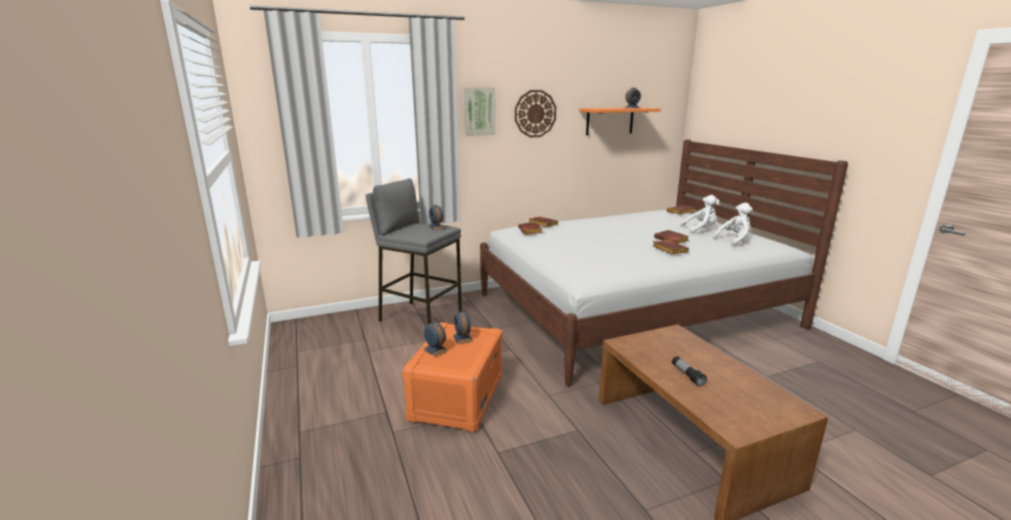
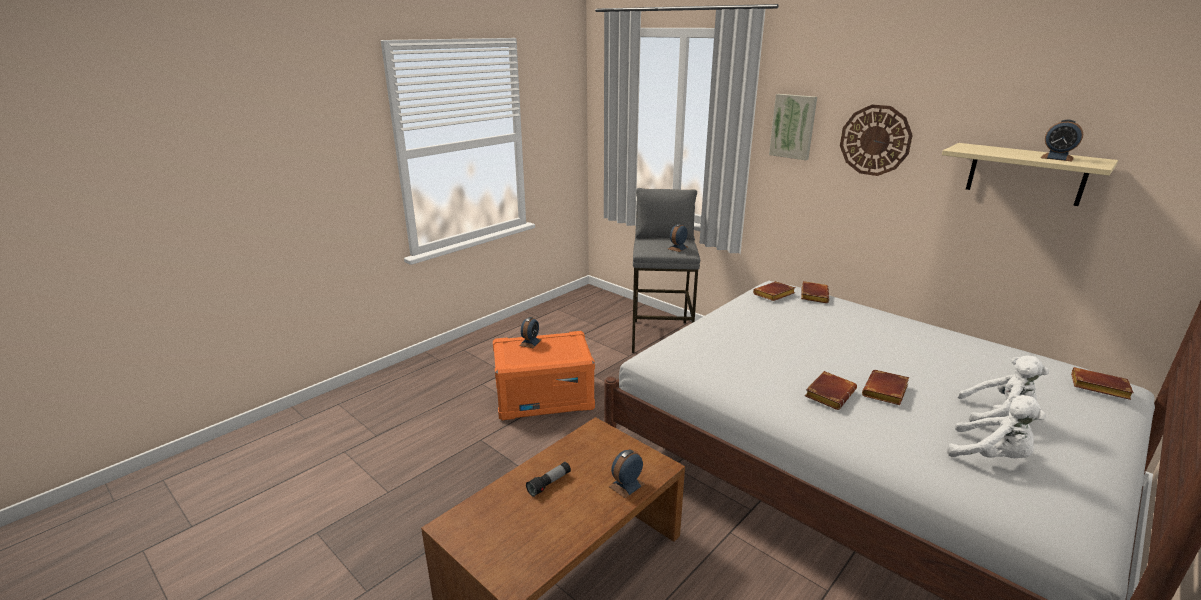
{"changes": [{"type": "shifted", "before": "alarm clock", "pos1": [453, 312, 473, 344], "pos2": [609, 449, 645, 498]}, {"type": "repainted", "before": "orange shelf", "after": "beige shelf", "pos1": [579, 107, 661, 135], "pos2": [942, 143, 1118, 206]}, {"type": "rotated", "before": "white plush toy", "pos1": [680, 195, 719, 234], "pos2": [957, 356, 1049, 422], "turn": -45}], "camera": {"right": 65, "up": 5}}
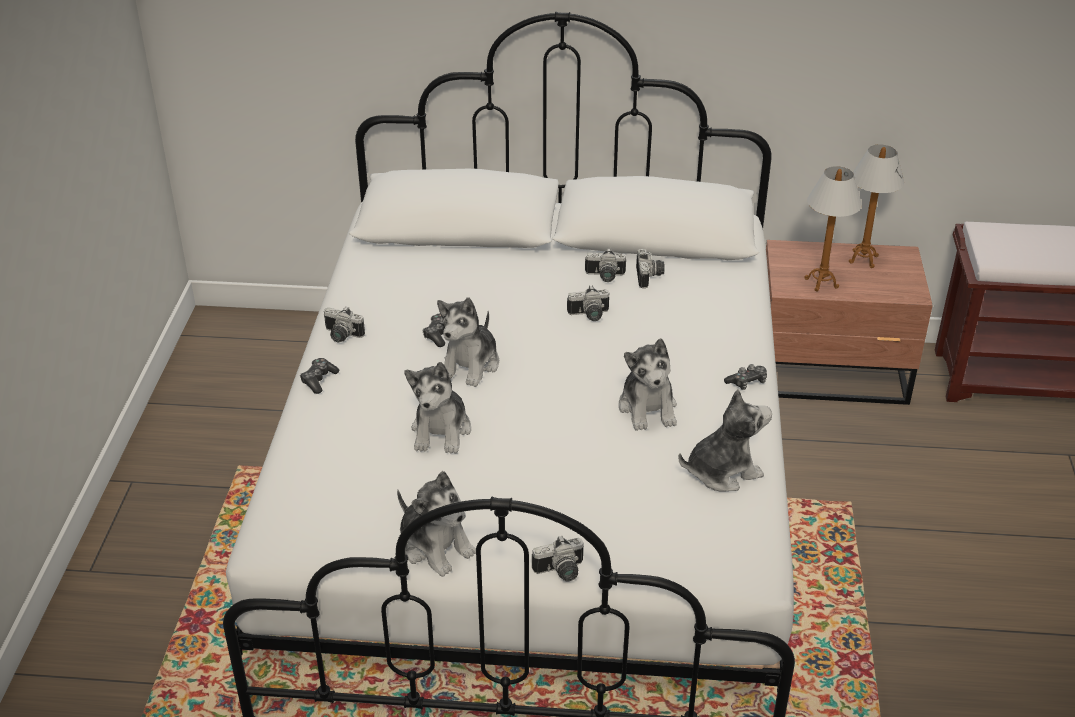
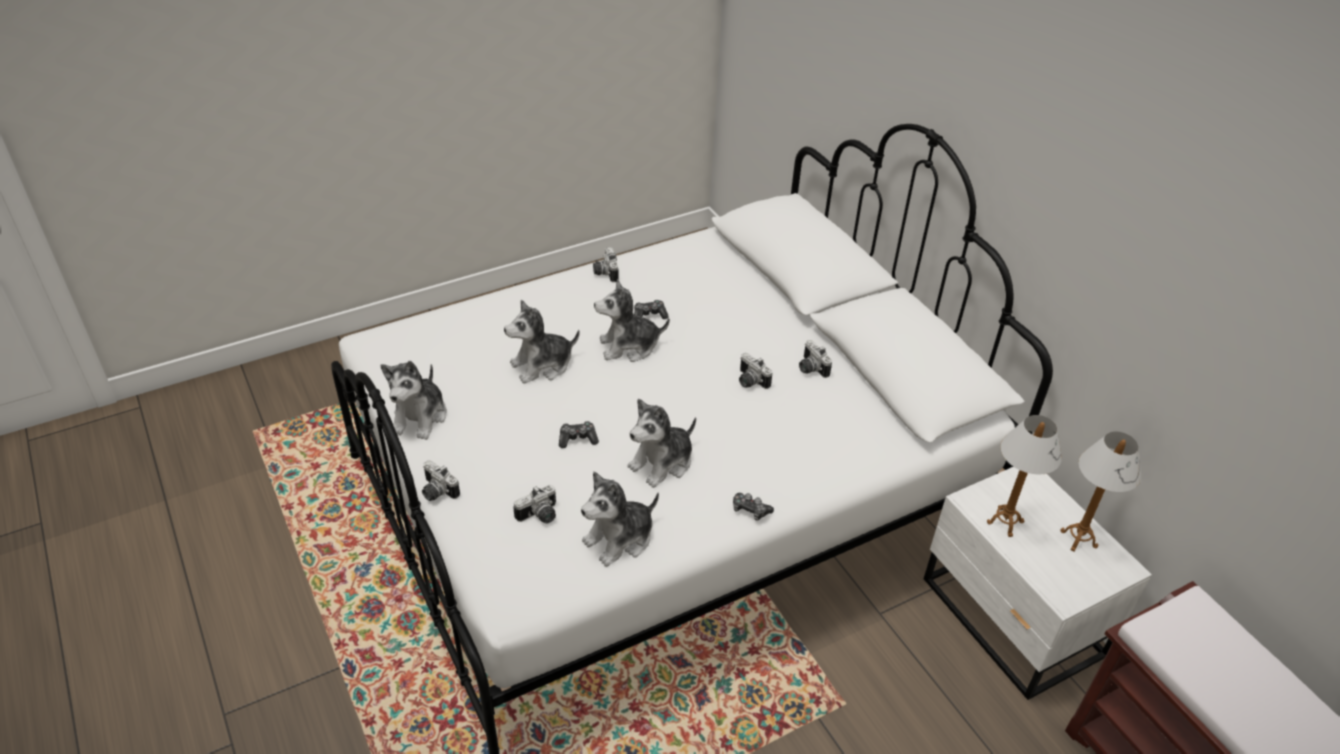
{"changes": [{"type": "shifted", "before": "game controller", "pos1": [300, 358, 339, 394], "pos2": [559, 421, 599, 448]}, {"type": "shifted", "before": "photo camera", "pos1": [636, 249, 665, 288], "pos2": [513, 485, 556, 524]}, {"type": "rotated", "before": "plush toy", "pos1": [678, 389, 772, 491], "pos2": [581, 472, 659, 567], "turn": 105}, {"type": "repainted", "before": "brown nightstand", "after": "white nightstand", "pos1": [766, 240, 933, 405], "pos2": [924, 467, 1152, 700]}], "camera": {"right": 55, "up": 5}}
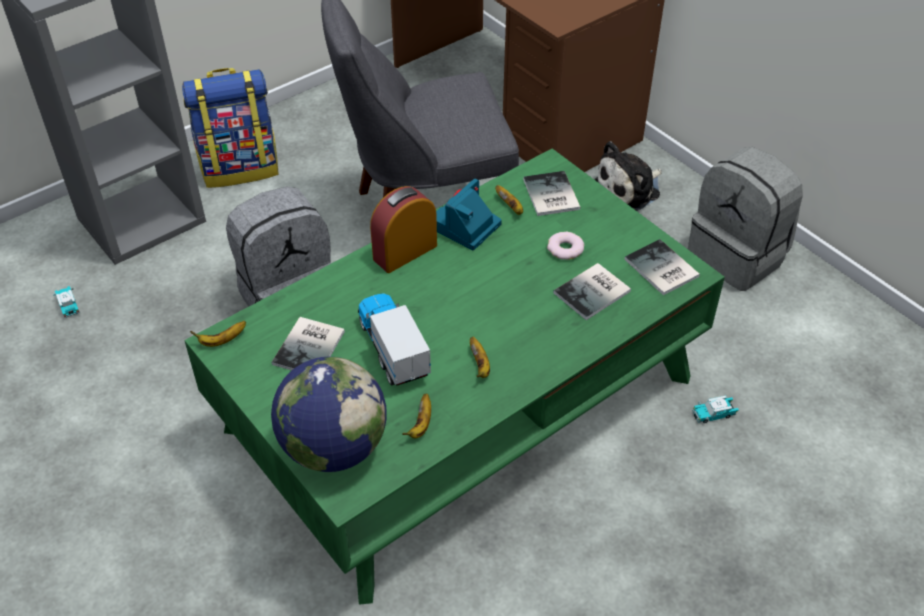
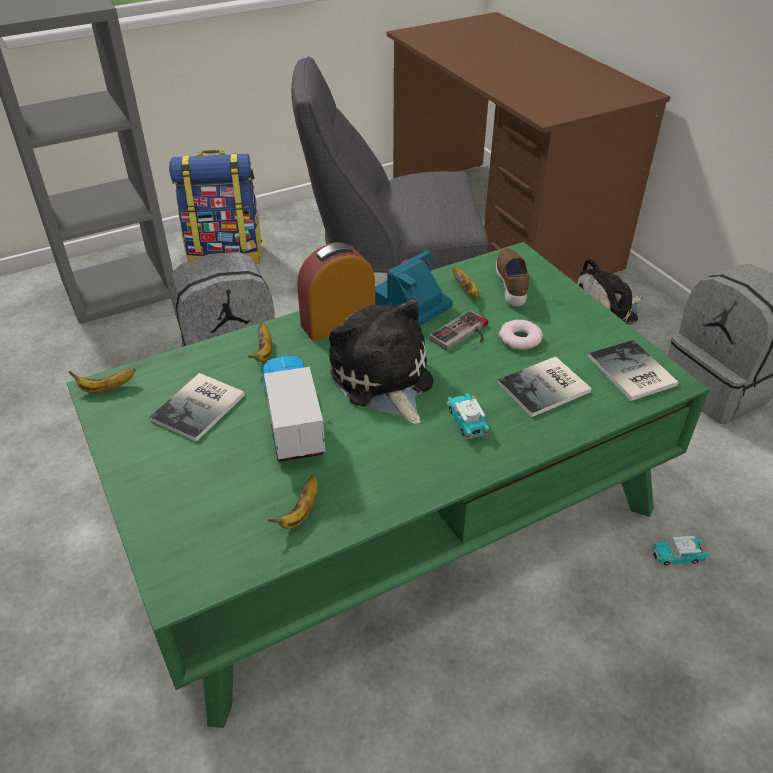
{"changes": [{"type": "shifted", "before": "toy car", "pos1": [53, 286, 80, 318], "pos2": [447, 393, 489, 440]}, {"type": "gone", "before": "globe", "pos1": [271, 357, 386, 472]}, {"type": "shifted", "before": "banana", "pos1": [470, 337, 490, 378], "pos2": [248, 322, 272, 362]}, {"type": "swapped", "before": "book", "after": "brown shoe", "pos1": [523, 171, 581, 216], "pos2": [496, 248, 529, 306]}, {"type": "new", "after": "plush toy", "pos2": [329, 298, 433, 424]}, {"type": "new", "after": "game controller", "pos2": [429, 310, 488, 351]}], "camera": {"right": 10, "up": -5}}
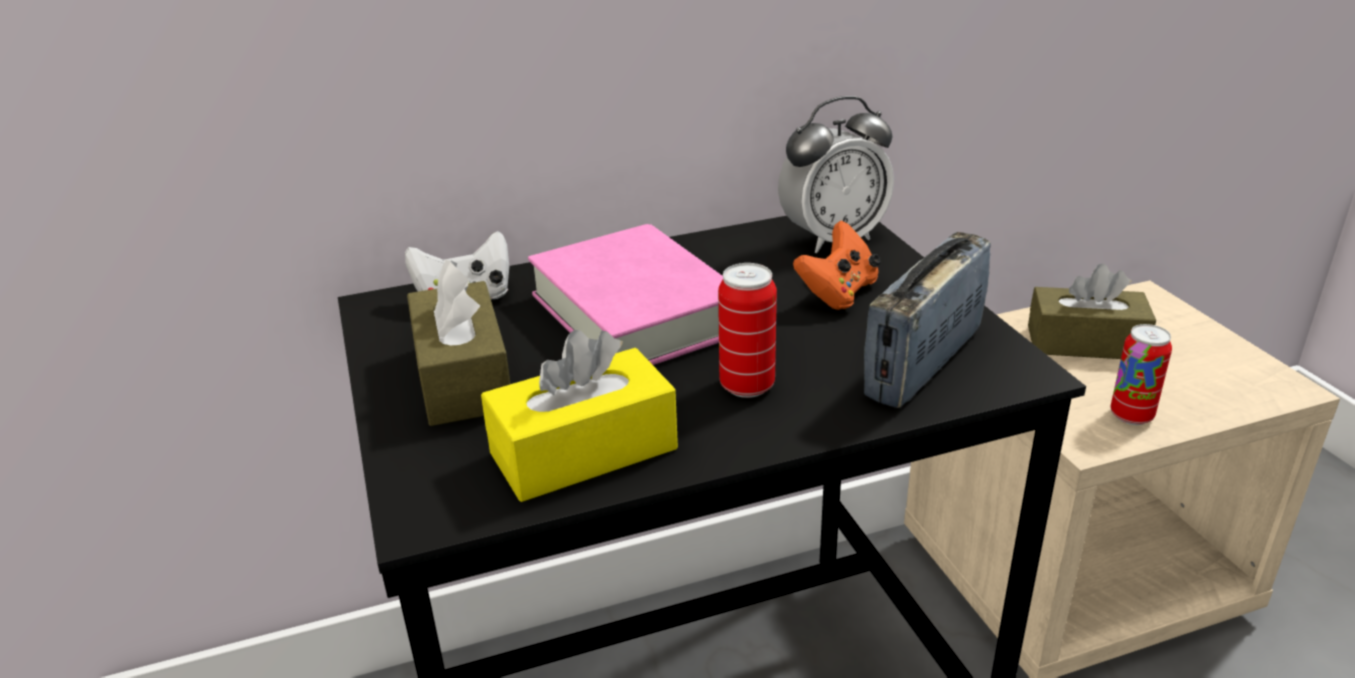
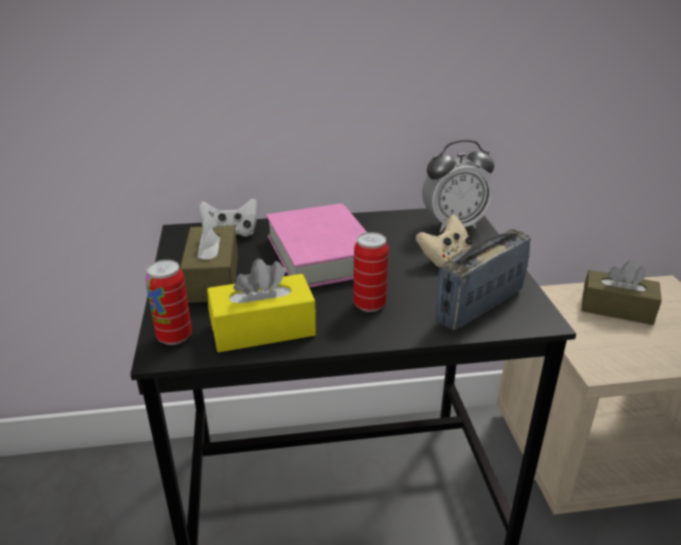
{"changes": [{"type": "repainted", "before": "orange game controller", "after": "beige game controller", "pos1": [793, 221, 881, 310], "pos2": [416, 214, 473, 267]}, {"type": "shifted", "before": "can", "pos1": [1111, 324, 1172, 425], "pos2": [145, 260, 192, 345]}], "camera": {"right": 10, "up": 0}}
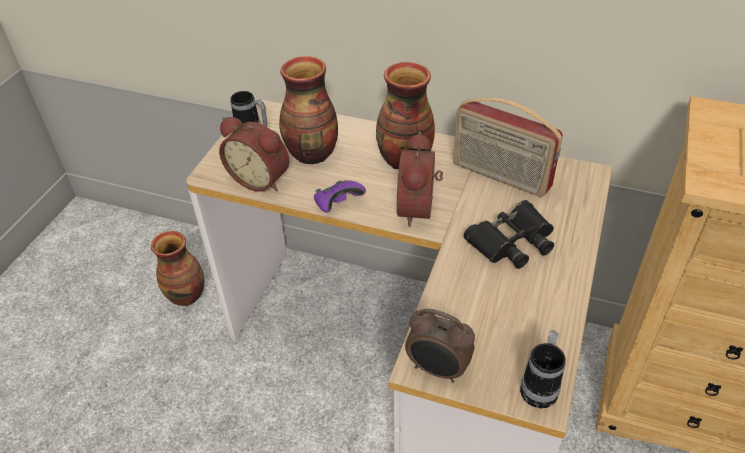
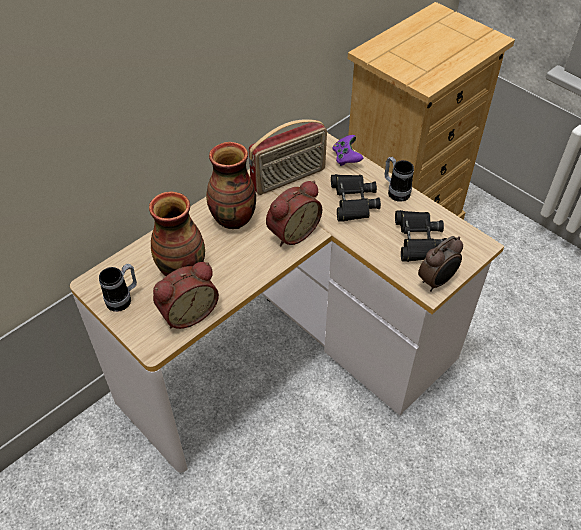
{"changes": [{"type": "gone", "before": "vase", "pos1": [151, 231, 205, 306]}, {"type": "shifted", "before": "purple game controller", "pos1": [314, 180, 366, 212], "pos2": [333, 135, 363, 166]}, {"type": "rotated", "before": "alarm clock", "pos1": [397, 132, 443, 227], "pos2": [266, 181, 322, 247], "turn": -75}, {"type": "shifted", "before": "mug", "pos1": [520, 330, 566, 408], "pos2": [385, 157, 414, 202]}, {"type": "new", "after": "black binoculars", "pos2": [395, 210, 447, 262]}], "camera": {"right": -65, "up": 5}}
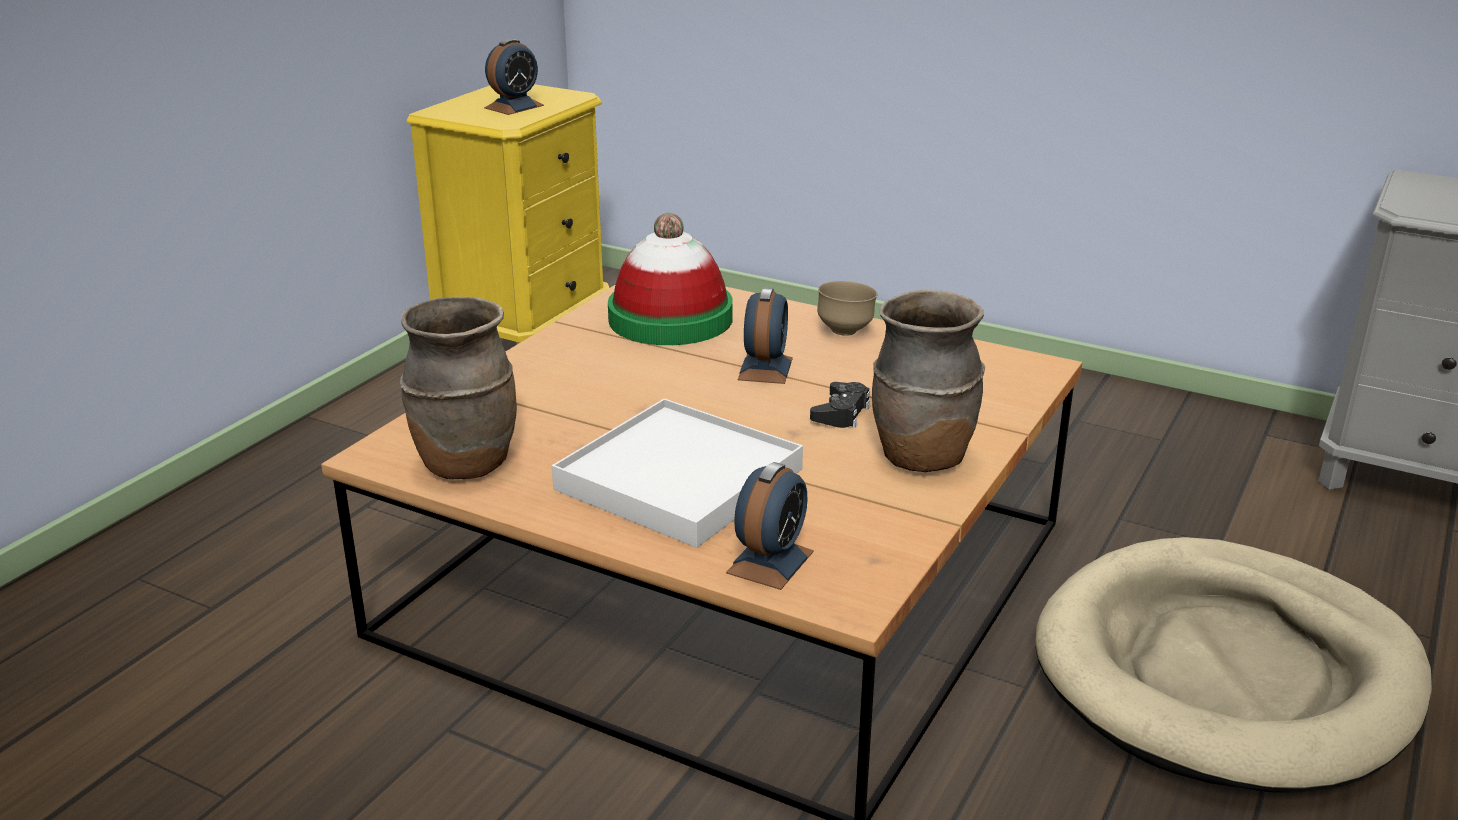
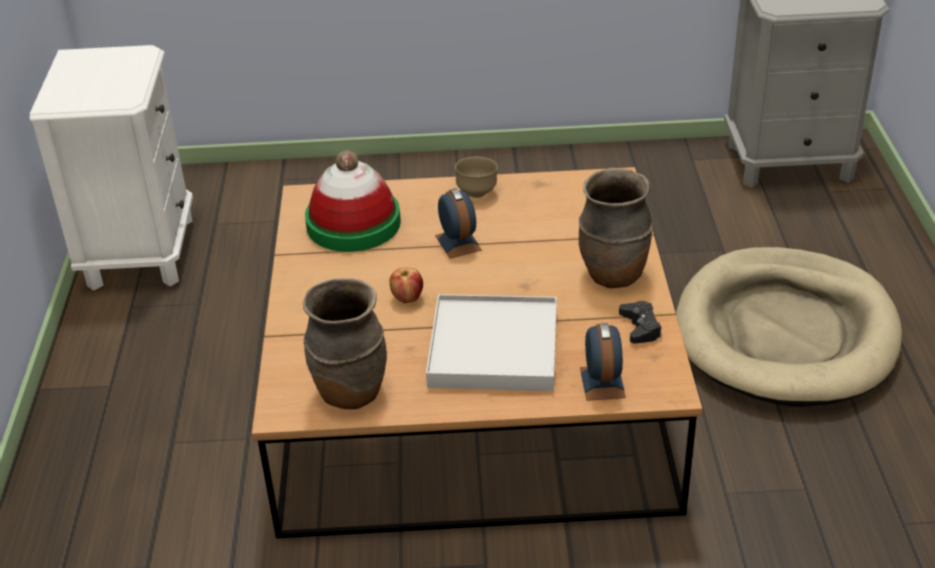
{"changes": [{"type": "repainted", "before": "yellow nightstand", "after": "white nightstand", "pos1": [407, 84, 609, 344], "pos2": [30, 45, 193, 291]}, {"type": "gone", "before": "alarm clock", "pos1": [484, 39, 544, 115]}, {"type": "shifted", "before": "black game controller", "pos1": [810, 382, 870, 428], "pos2": [619, 301, 662, 344]}, {"type": "new", "after": "apple", "pos2": [390, 268, 423, 304]}], "camera": {"right": -30, "up": 10}}
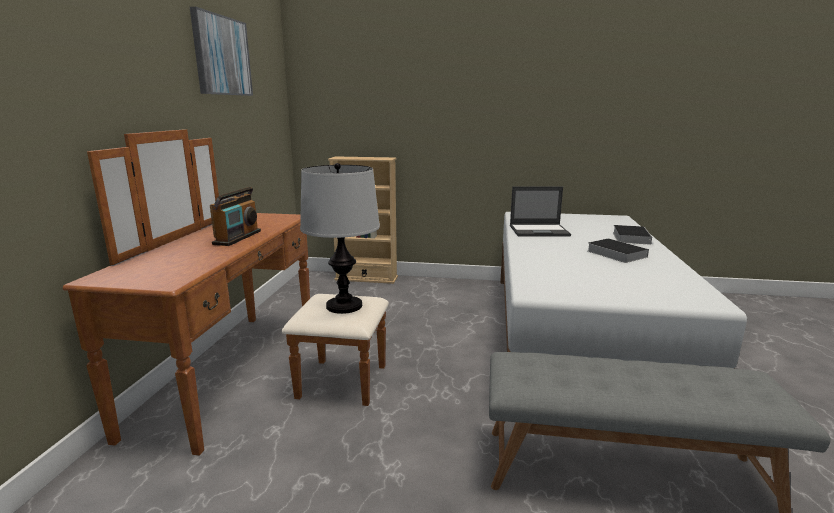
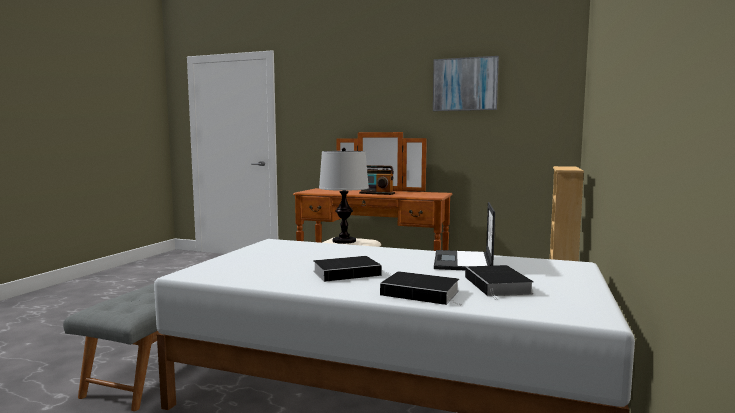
{"changes": [{"type": "new", "after": "book", "pos2": [465, 265, 534, 300]}], "camera": {"right": 100, "up": -10}}
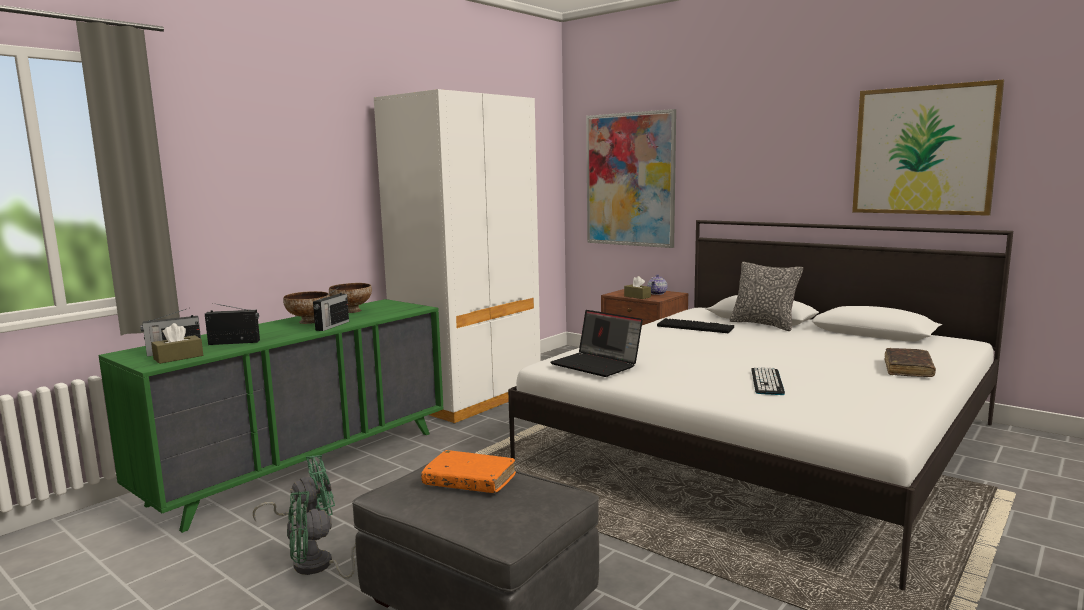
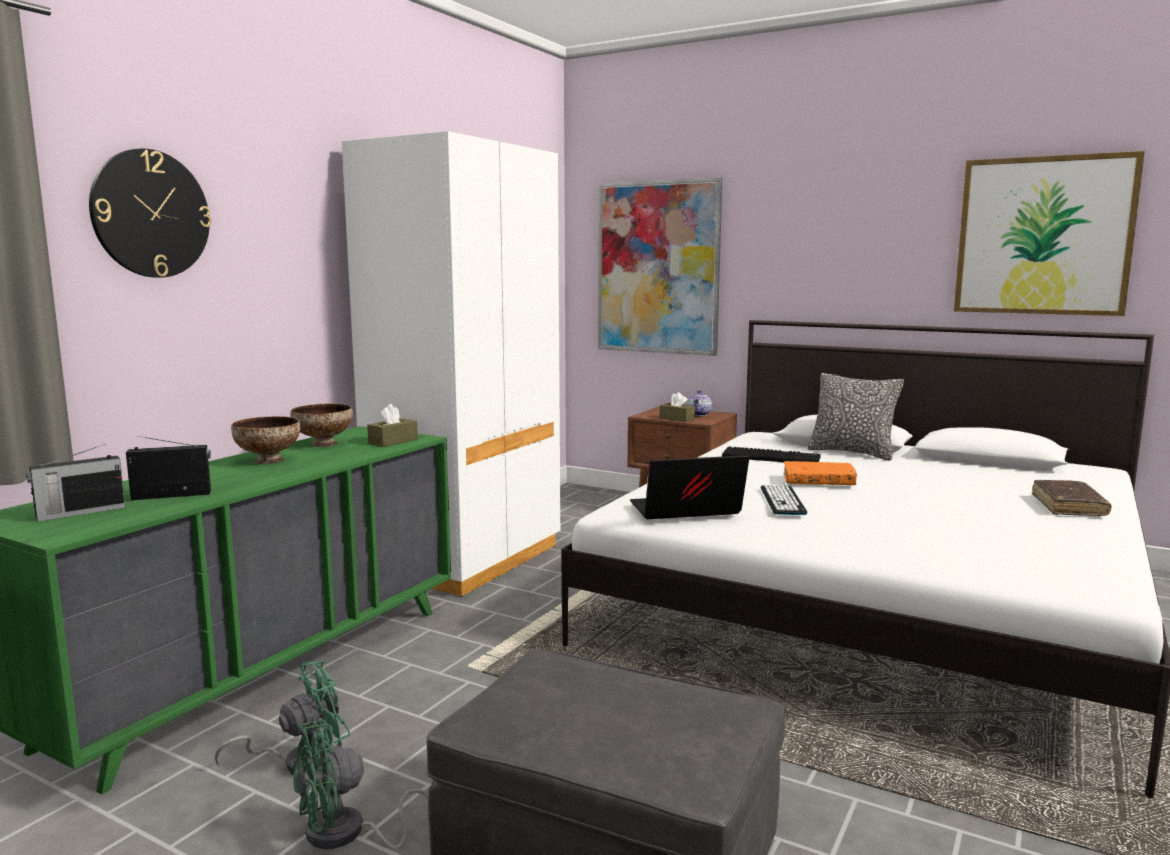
{"changes": [{"type": "shifted", "before": "brown tissue box", "pos1": [151, 323, 203, 364], "pos2": [367, 404, 418, 447]}, {"type": "gone", "before": "radio", "pos1": [313, 286, 349, 331]}, {"type": "shifted", "before": "orange book", "pos1": [421, 450, 516, 493], "pos2": [784, 461, 857, 486]}, {"type": "rotated", "before": "laptop", "pos1": [550, 310, 643, 377], "pos2": [630, 455, 750, 519], "turn": 135}, {"type": "shifted", "before": "keyboard", "pos1": [751, 367, 785, 395], "pos2": [761, 484, 807, 515]}, {"type": "new", "after": "wall clock", "pos2": [89, 148, 212, 278]}], "camera": {"right": -10, "up": 0}}
